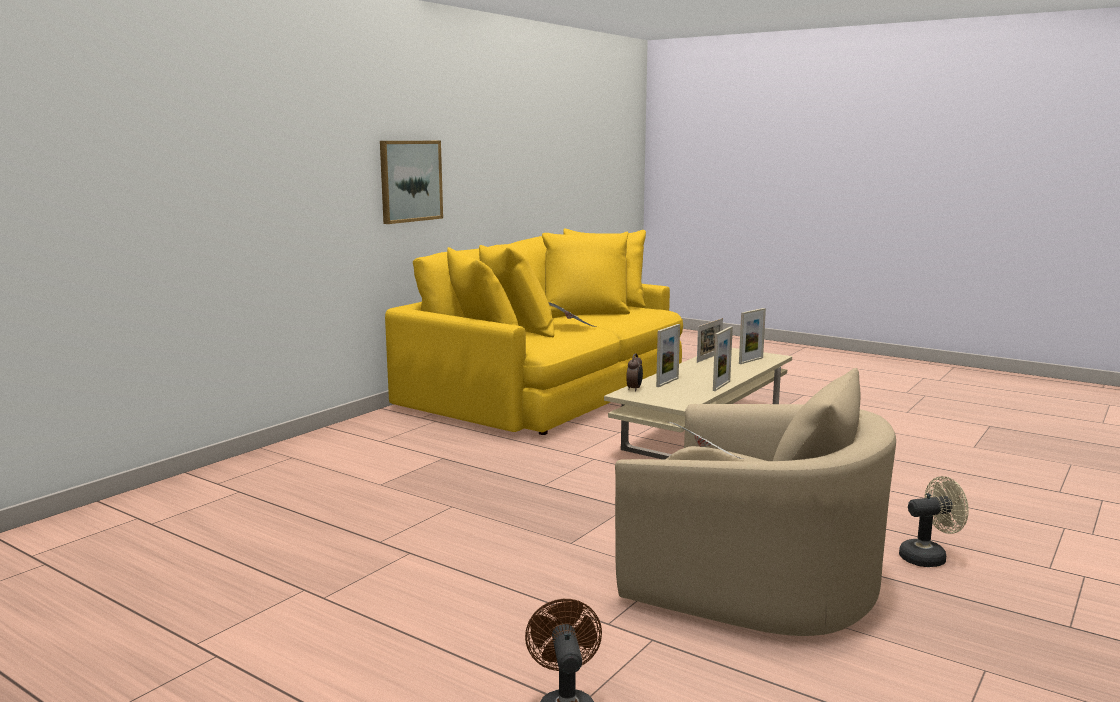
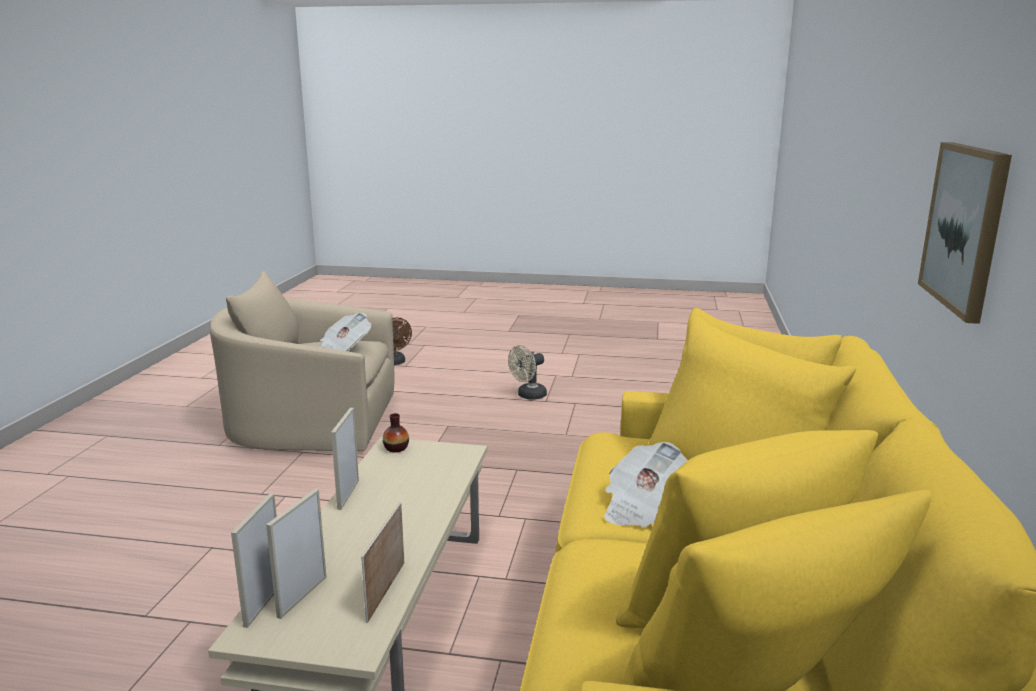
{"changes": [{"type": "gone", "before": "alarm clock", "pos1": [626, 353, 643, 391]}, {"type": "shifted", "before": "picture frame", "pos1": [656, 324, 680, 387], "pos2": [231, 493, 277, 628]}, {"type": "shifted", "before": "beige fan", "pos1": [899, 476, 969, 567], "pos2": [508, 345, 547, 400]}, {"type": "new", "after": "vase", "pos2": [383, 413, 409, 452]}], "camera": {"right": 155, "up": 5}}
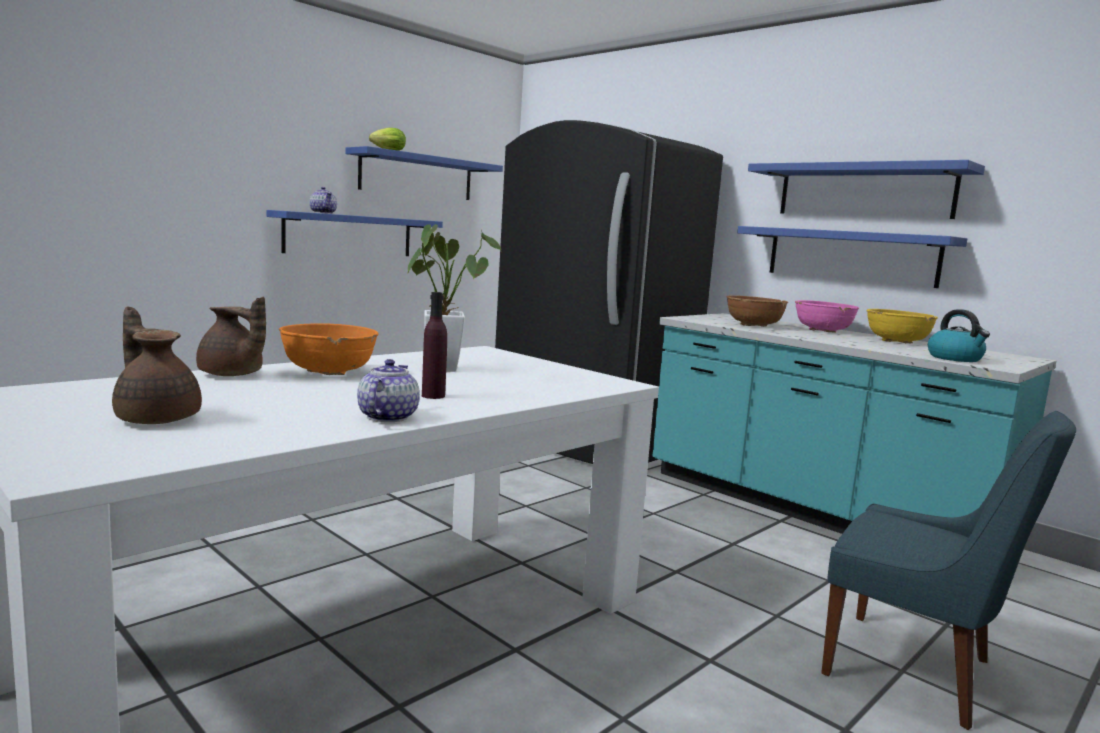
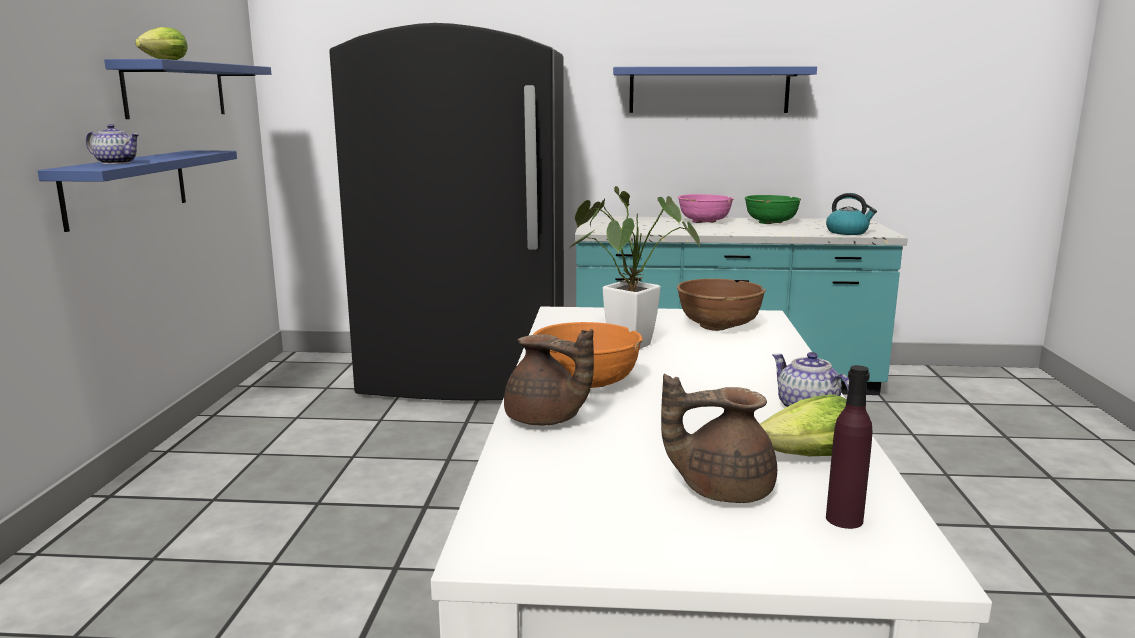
{"changes": [{"type": "rotated", "before": "brown teapot", "pos1": [196, 297, 266, 376], "pos2": [504, 329, 594, 426], "turn": 45}, {"type": "shifted", "before": "purple bottle", "pos1": [422, 292, 447, 399], "pos2": [826, 365, 873, 529]}, {"type": "shifted", "before": "brown bowl", "pos1": [727, 295, 788, 327], "pos2": [677, 279, 766, 331]}, {"type": "gone", "before": "blue shelf", "pos1": [737, 226, 968, 288]}, {"type": "gone", "before": "blue chair", "pos1": [821, 411, 1076, 730]}, {"type": "repainted", "before": "yellow bowl", "after": "green bowl", "pos1": [867, 309, 938, 344], "pos2": [745, 195, 801, 224]}, {"type": "new", "after": "lettuce", "pos2": [760, 394, 847, 456]}], "camera": {"right": -40, "up": 5}}
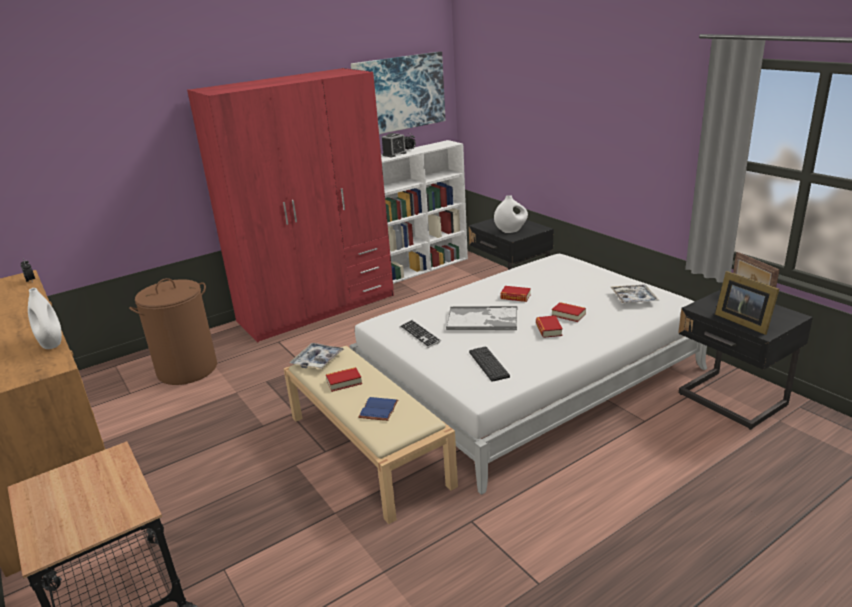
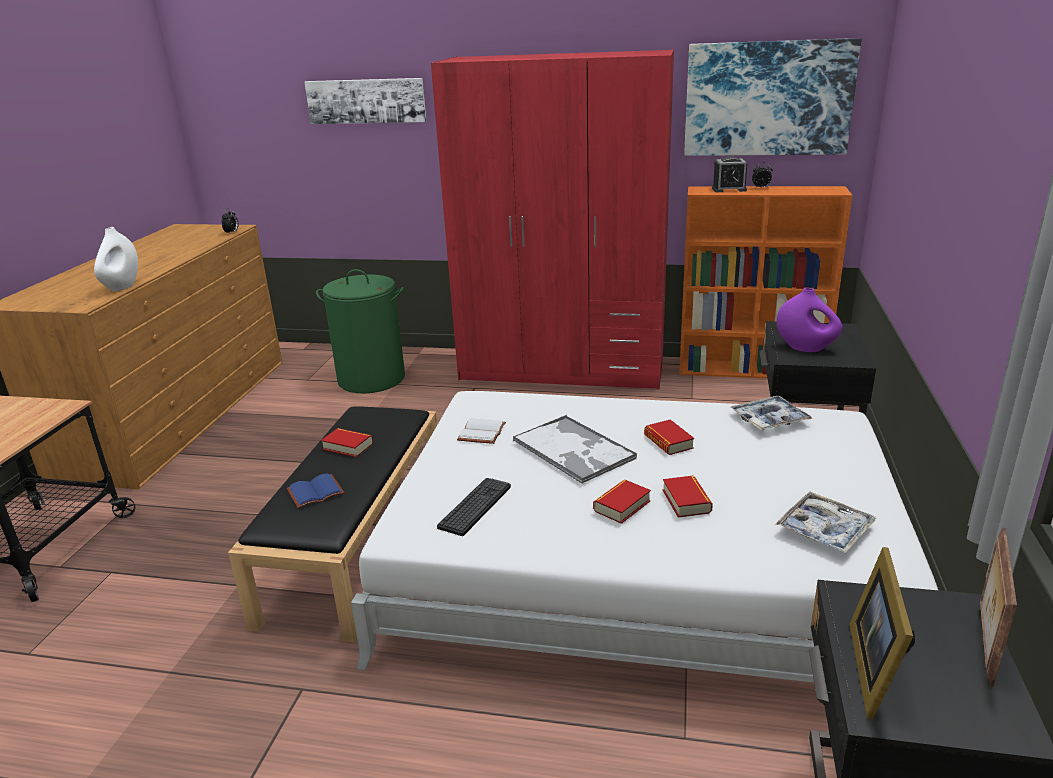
{"changes": [{"type": "repainted", "before": "brown laundry basket", "after": "green laundry basket", "pos1": [129, 278, 217, 385], "pos2": [316, 269, 405, 394]}, {"type": "repainted", "before": "beige bench", "after": "black bench", "pos1": [284, 345, 458, 524], "pos2": [228, 406, 438, 643]}, {"type": "shifted", "before": "tray", "pos1": [290, 343, 344, 369], "pos2": [731, 396, 813, 430]}, {"type": "repainted", "before": "white bookcase", "after": "orange bookcase", "pos1": [381, 140, 468, 284], "pos2": [679, 186, 852, 379]}, {"type": "swapped", "before": "keyboard", "after": "white book", "pos1": [399, 320, 441, 348], "pos2": [457, 418, 506, 444]}, {"type": "repainted", "before": "white vase", "after": "purple vase", "pos1": [494, 195, 528, 233], "pos2": [777, 288, 842, 352]}, {"type": "new", "after": "picture", "pos2": [304, 78, 426, 124]}], "camera": {"right": 45, "up": 0}}
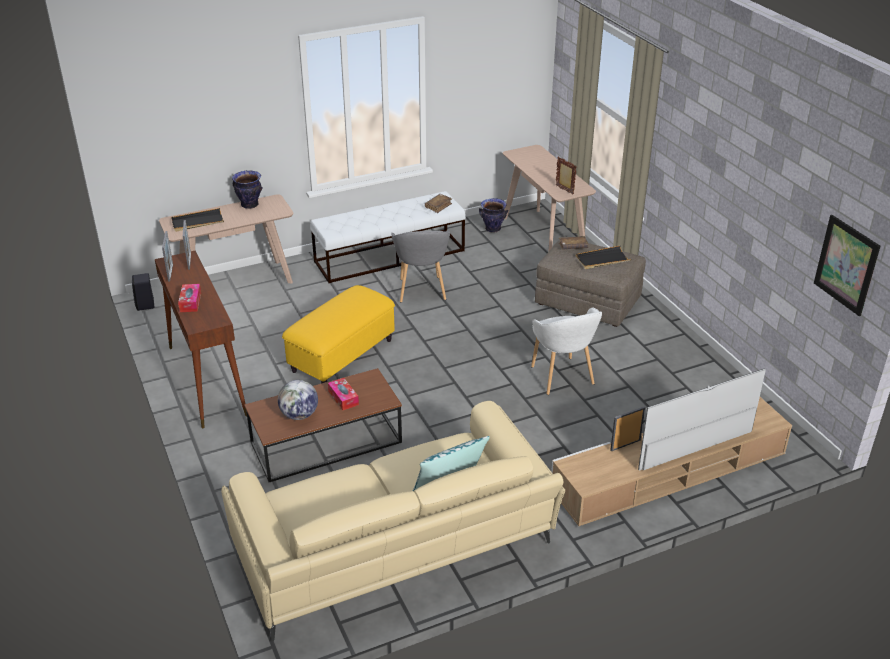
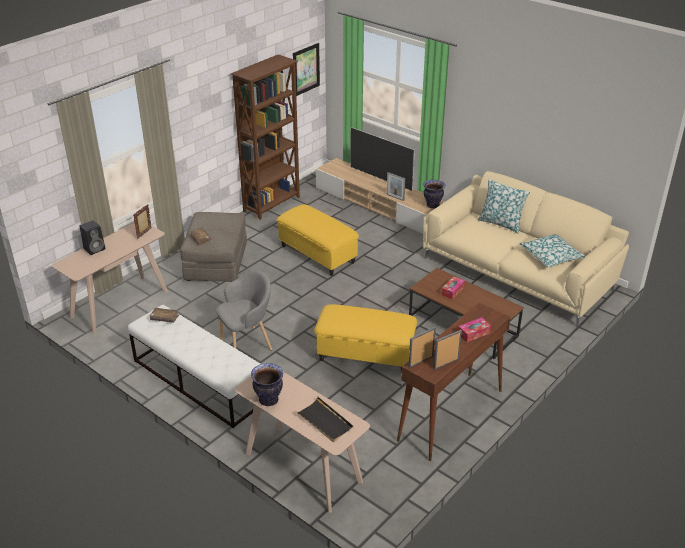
{"changes": [{"type": "shifted", "before": "black speaker", "pos1": [132, 273, 154, 311], "pos2": [80, 220, 105, 255]}, {"type": "gone", "before": "globe", "pos1": [278, 380, 318, 420]}, {"type": "shifted", "before": "vase", "pos1": [479, 198, 508, 233], "pos2": [423, 180, 445, 209]}, {"type": "swapped", "before": "white armchair", "after": "yellow ottoman", "pos1": [531, 307, 602, 395], "pos2": [277, 204, 359, 276]}, {"type": "gone", "before": "black tray", "pos1": [576, 246, 631, 269]}, {"type": "new", "after": "brown bookcase", "pos2": [231, 54, 300, 220]}, {"type": "new", "after": "pillow", "pos2": [519, 234, 586, 268]}], "camera": {"right": -115, "up": 0}}
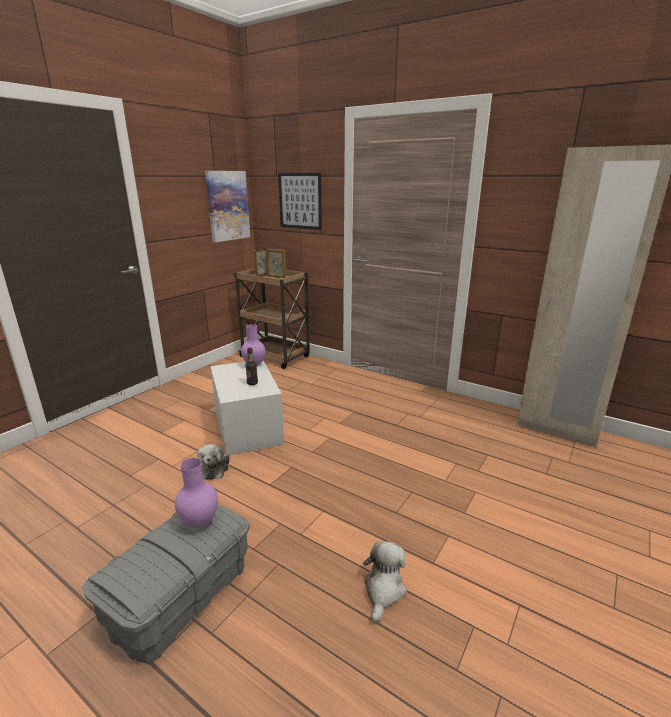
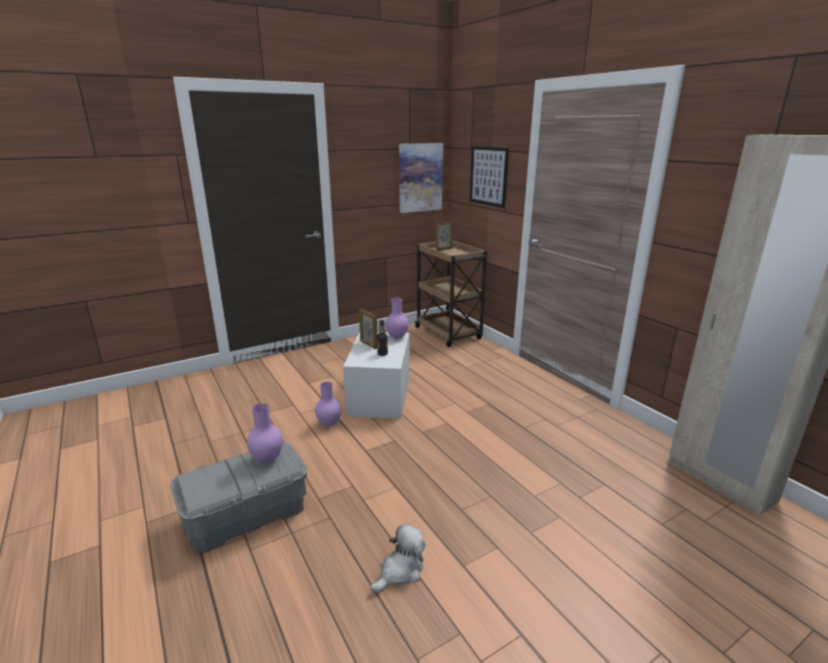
{"changes": [{"type": "swapped", "before": "plush toy", "after": "purple vase", "pos1": [197, 444, 229, 480], "pos2": [315, 382, 341, 427]}, {"type": "shifted", "before": "picture frame", "pos1": [266, 249, 286, 278], "pos2": [359, 309, 378, 349]}], "camera": {"right": 25, "up": 0}}
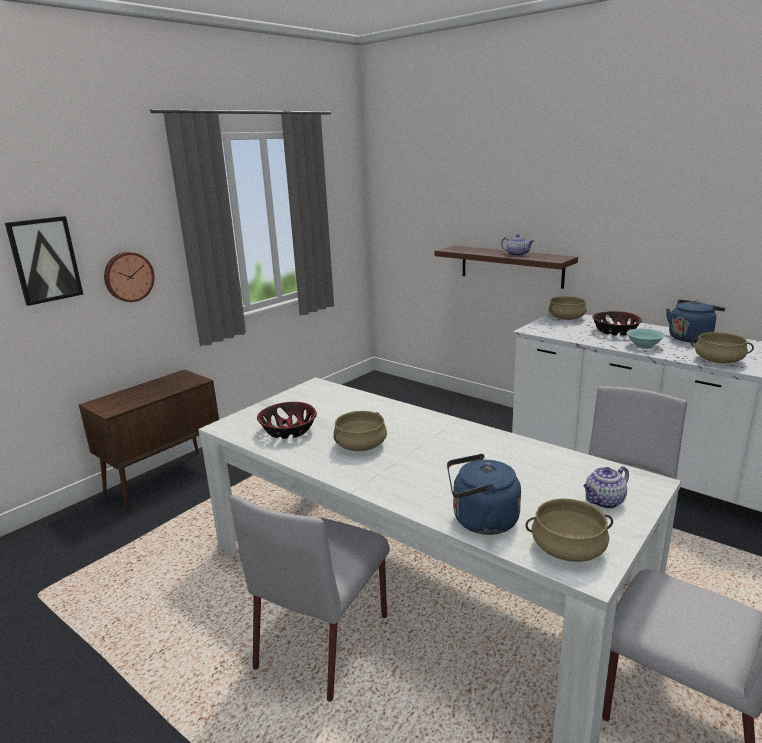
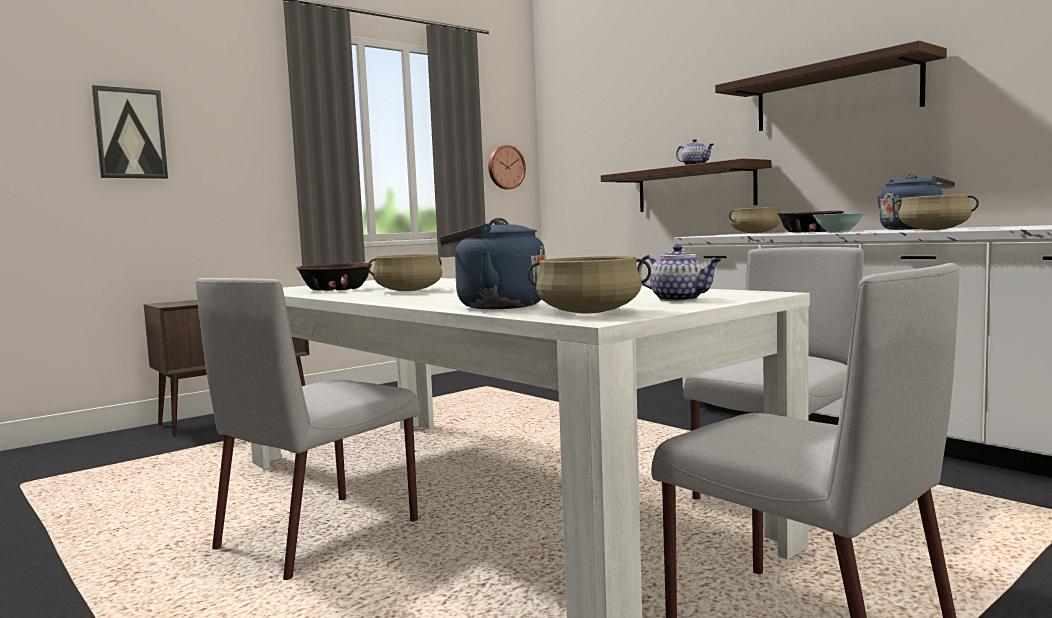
{"changes": [{"type": "shifted", "before": "wall clock", "pos1": [104, 252, 155, 302], "pos2": [488, 145, 526, 189]}, {"type": "rotated", "before": "teapot", "pos1": [583, 466, 629, 509], "pos2": [637, 245, 722, 301], "turn": -120}, {"type": "new", "after": "shelf", "pos2": [715, 41, 947, 131]}], "camera": {"right": 10, "up": -15}}
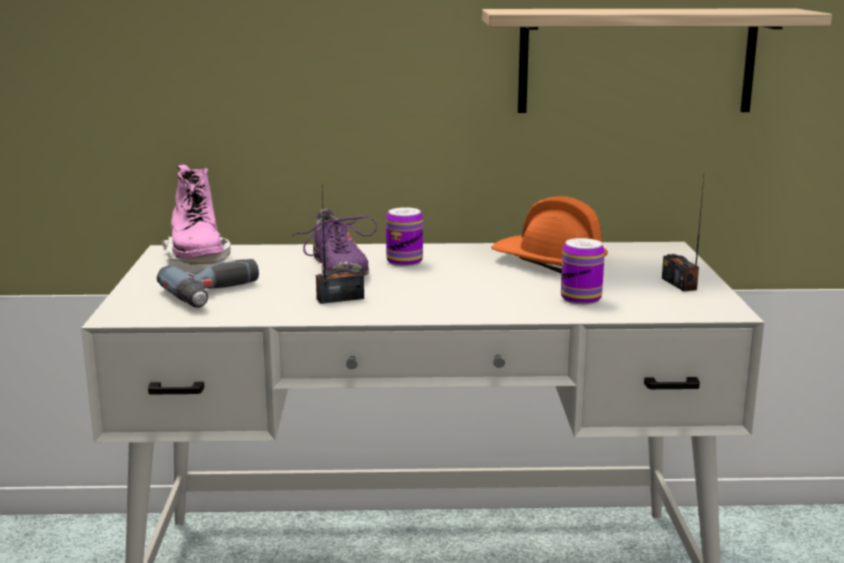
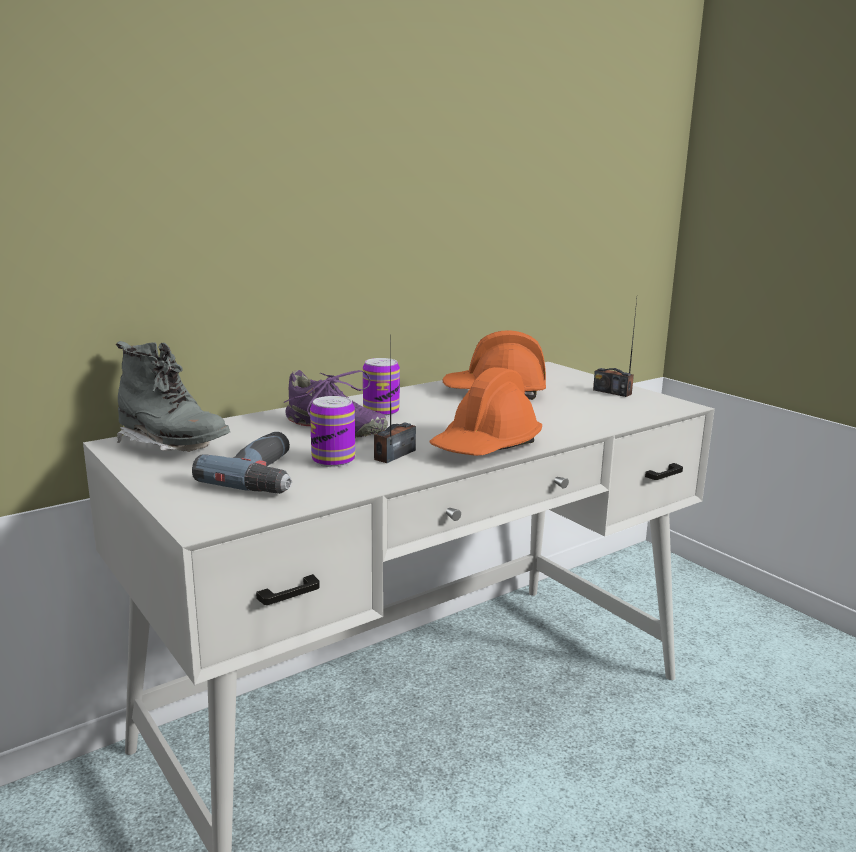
{"changes": [{"type": "repainted", "before": "pink boot", "after": "grey boot", "pos1": [161, 164, 231, 264], "pos2": [116, 341, 230, 452]}, {"type": "gone", "before": "shelf", "pos1": [482, 9, 832, 113]}, {"type": "shifted", "before": "can", "pos1": [561, 238, 605, 305], "pos2": [310, 396, 355, 467]}, {"type": "new", "after": "orange hard hat", "pos2": [429, 367, 542, 456]}], "camera": {"right": -35, "up": 0}}
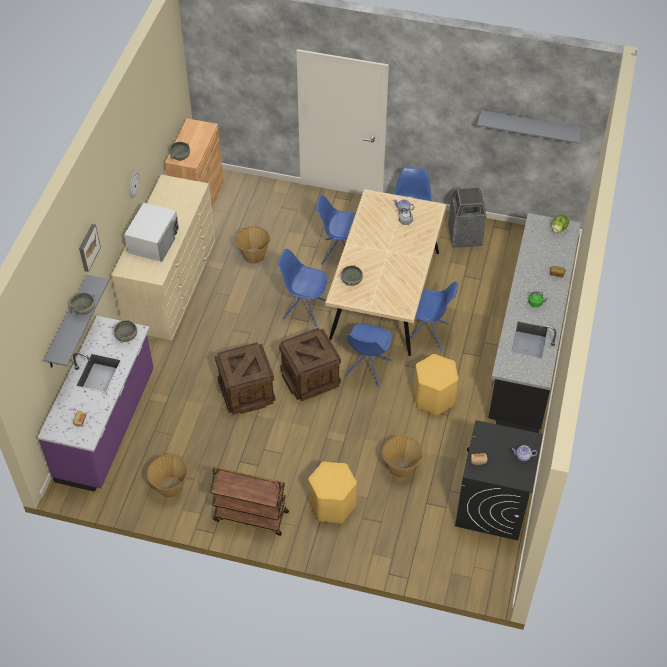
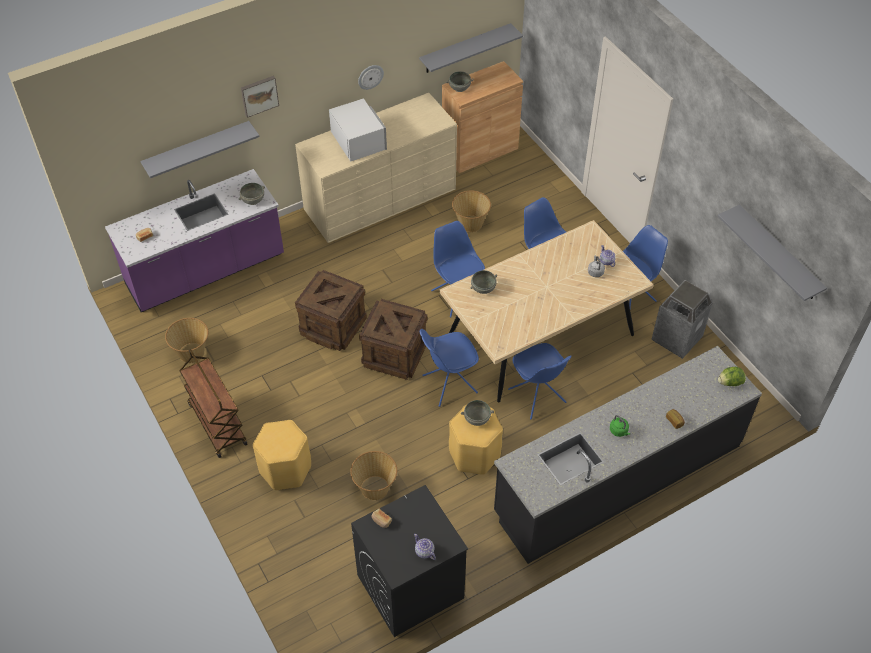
{"changes": [{"type": "shifted", "before": "grey bowl", "pos1": [71, 293, 95, 315], "pos2": [461, 400, 494, 426]}, {"type": "rotated", "before": "white microwave", "pos1": [124, 203, 179, 262], "pos2": [329, 98, 387, 162], "turn": -90}, {"type": "new", "after": "grey shelf", "pos2": [419, 23, 523, 73]}], "camera": {"right": 45, "up": 0}}
